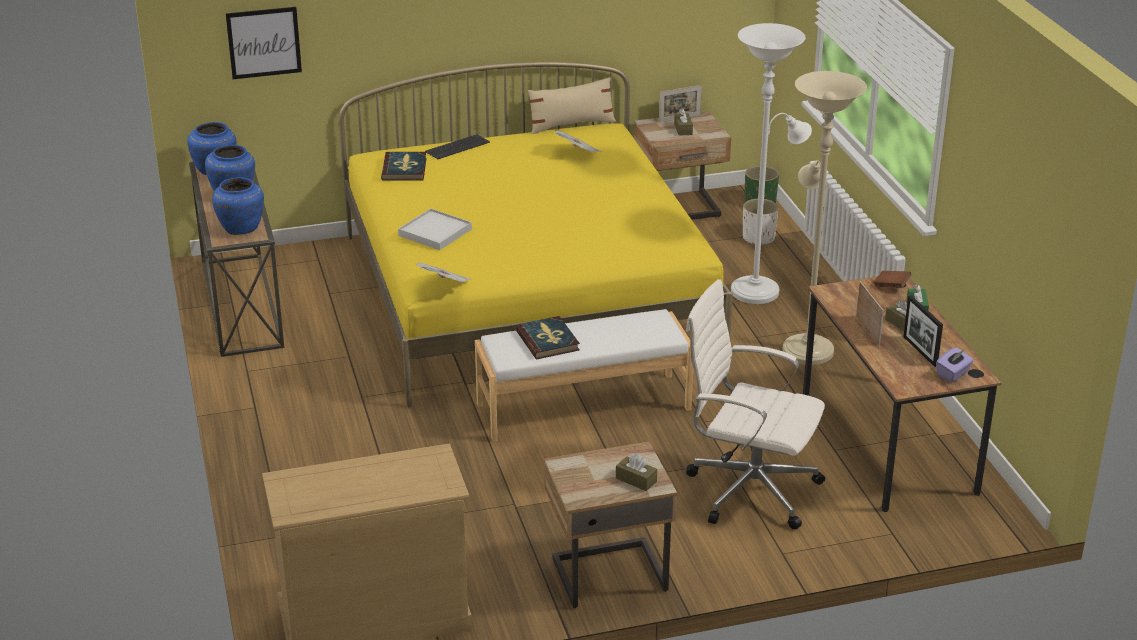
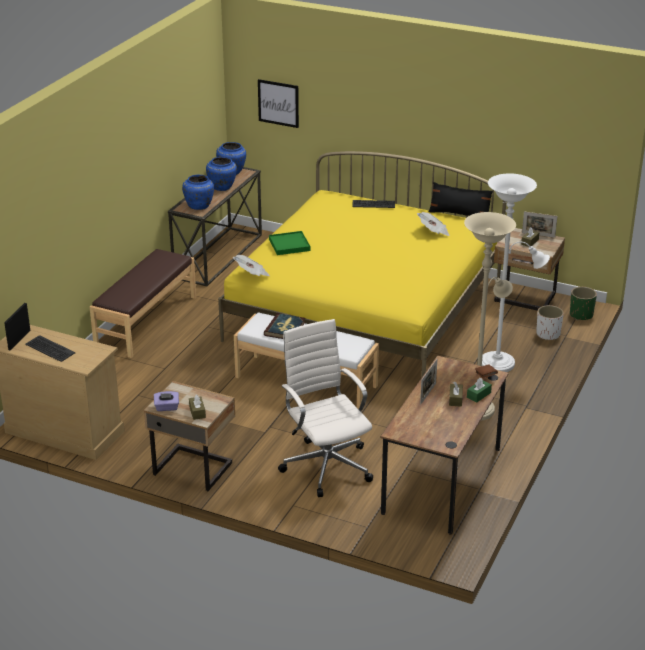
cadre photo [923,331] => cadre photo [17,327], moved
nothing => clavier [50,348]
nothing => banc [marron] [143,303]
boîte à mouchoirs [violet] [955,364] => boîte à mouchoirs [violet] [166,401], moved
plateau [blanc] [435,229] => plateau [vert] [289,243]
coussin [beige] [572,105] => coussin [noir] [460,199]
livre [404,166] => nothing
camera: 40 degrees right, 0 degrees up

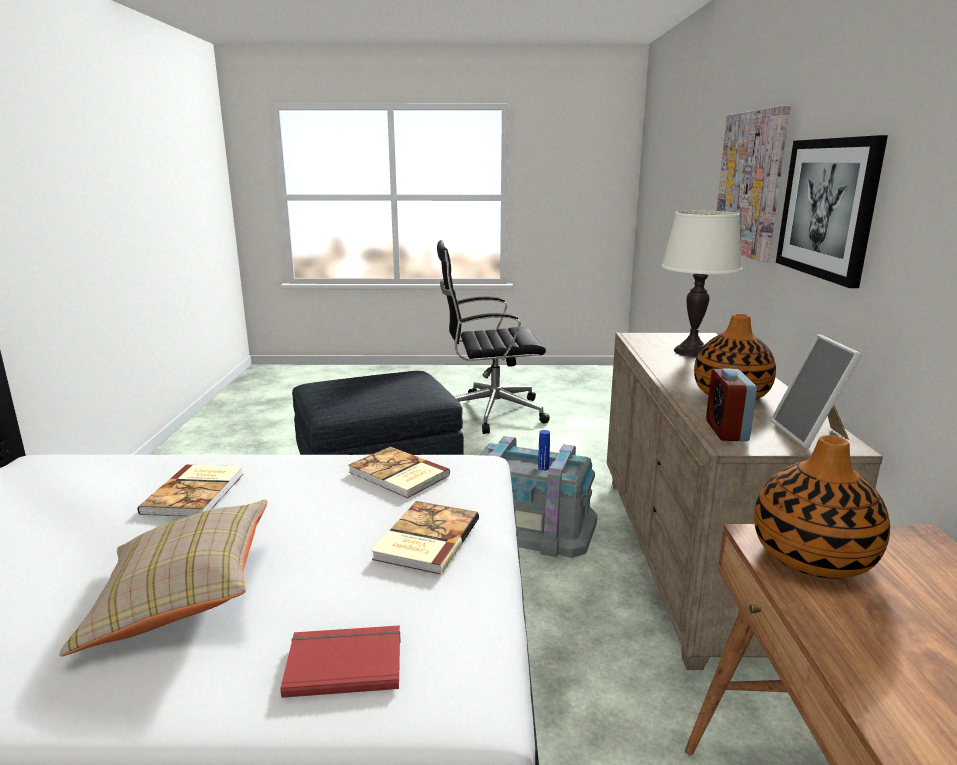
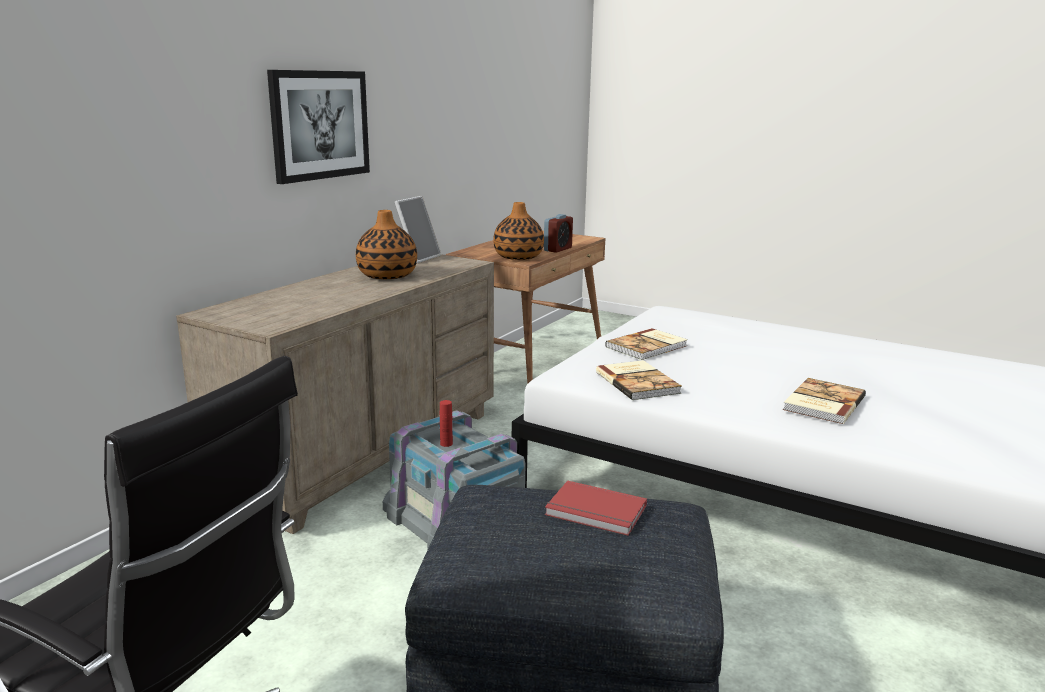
bouteille [bleu] [544,450] => bouteille [rouge] [446,423]
réveil [731,405] => réveil [558,233], moved
livre [rouge] [341,661] => livre [rouge] [596,507], moved
coussin [beige] [163,578] => nothing
lampe de table [blanc] [702,284] => nothing
tableau [753,183] => nothing
camera: 150 degrees left, 0 degrees up

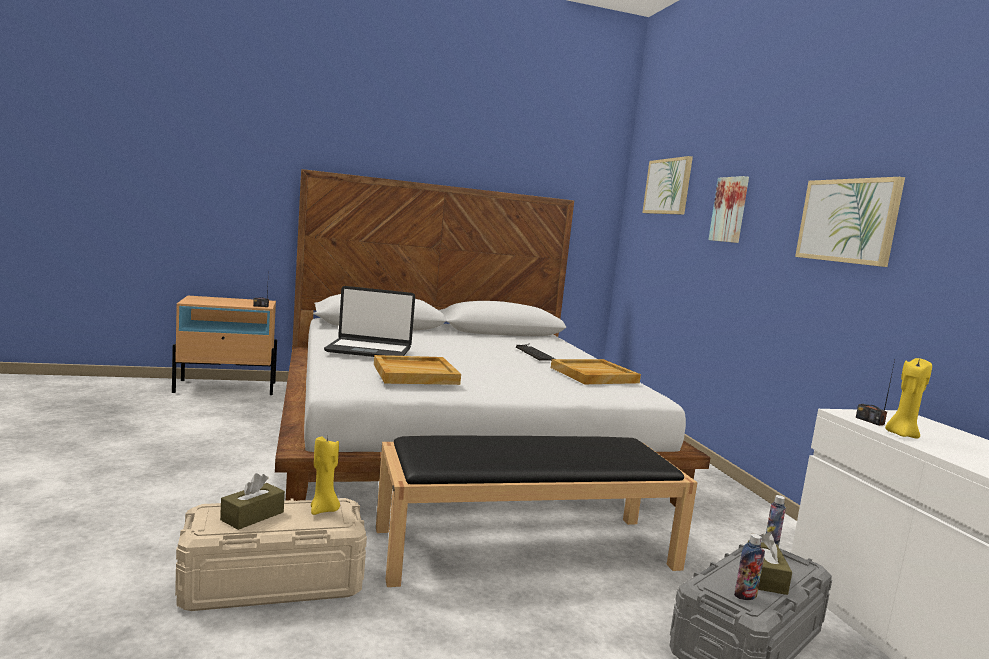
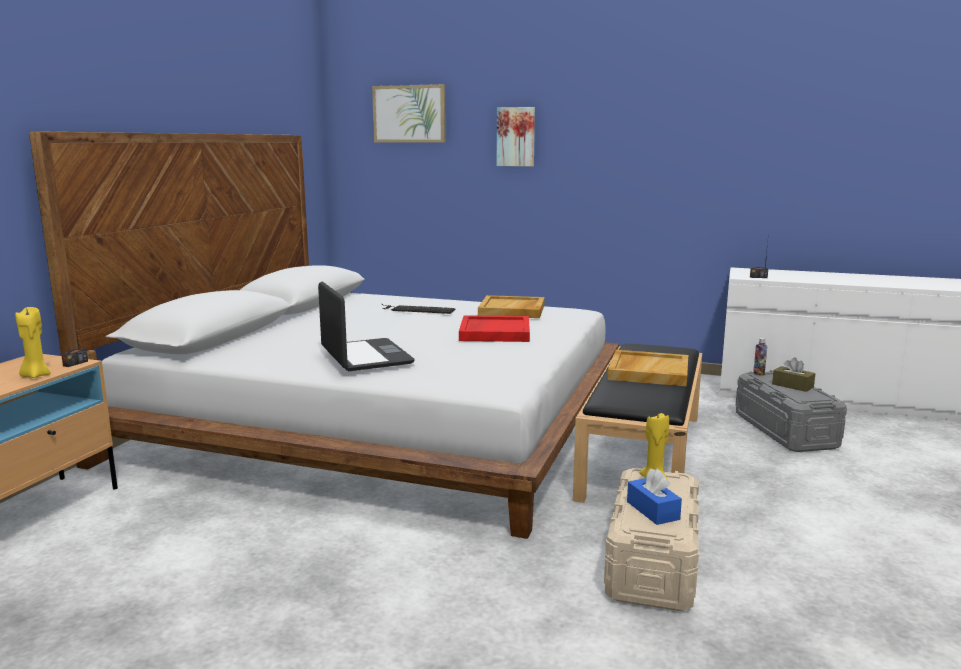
bougie [jaune] [908,398] => bougie [jaune] [33,342], moved
ordinateur portable [369,321] => ordinateur portable [366,326], 60 degrees counterclockwise
nothing => plateau [rouge] [494,328]
plateau [beige] [417,370] => plateau [beige] [647,368], moved
boîte à mouchoirs [marron] [252,501] => boîte à mouchoirs [bleu] [654,496]
bouteille [749,567] => nothing
tableau [850,222] => nothing
camera: 55 degrees left, 5 degrees up

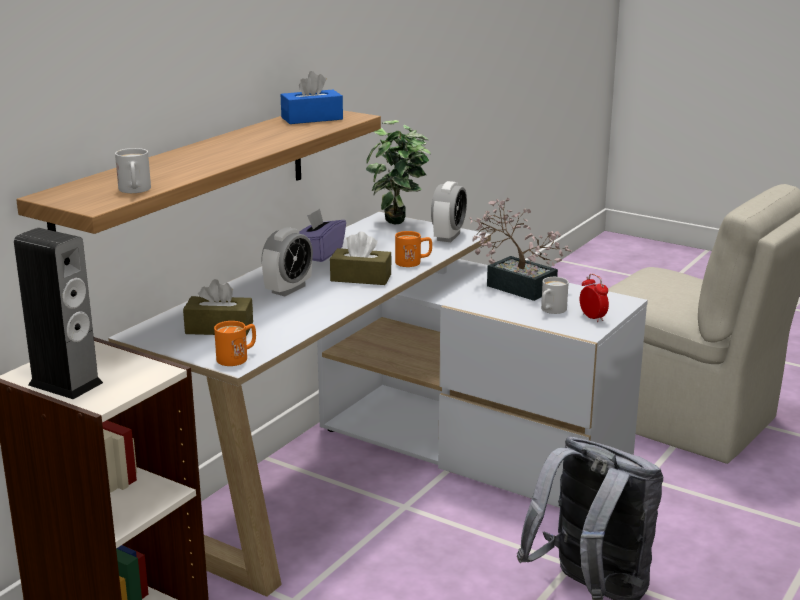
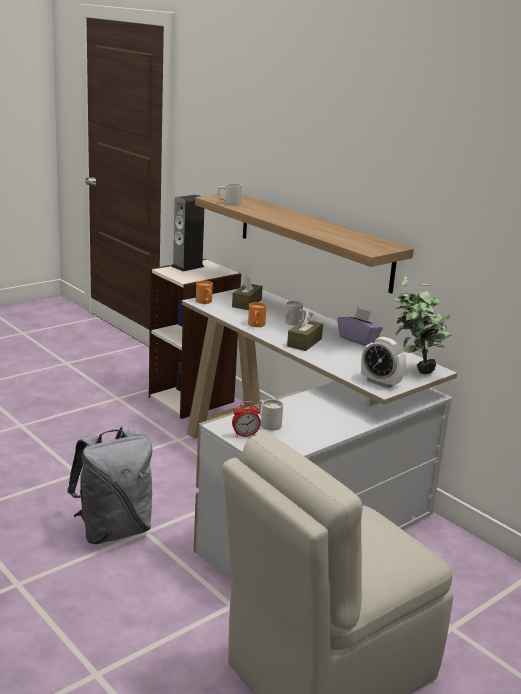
mug [orange] [413,249] => mug [orange] [257,314], moved
réveil [287,261] => mug [blanc] [295,313]
boîte à mouchoirs [bleu] [312,97] => nothing
plante en pot [520,249] => nothing
camera: 105 degrees right, 0 degrees up

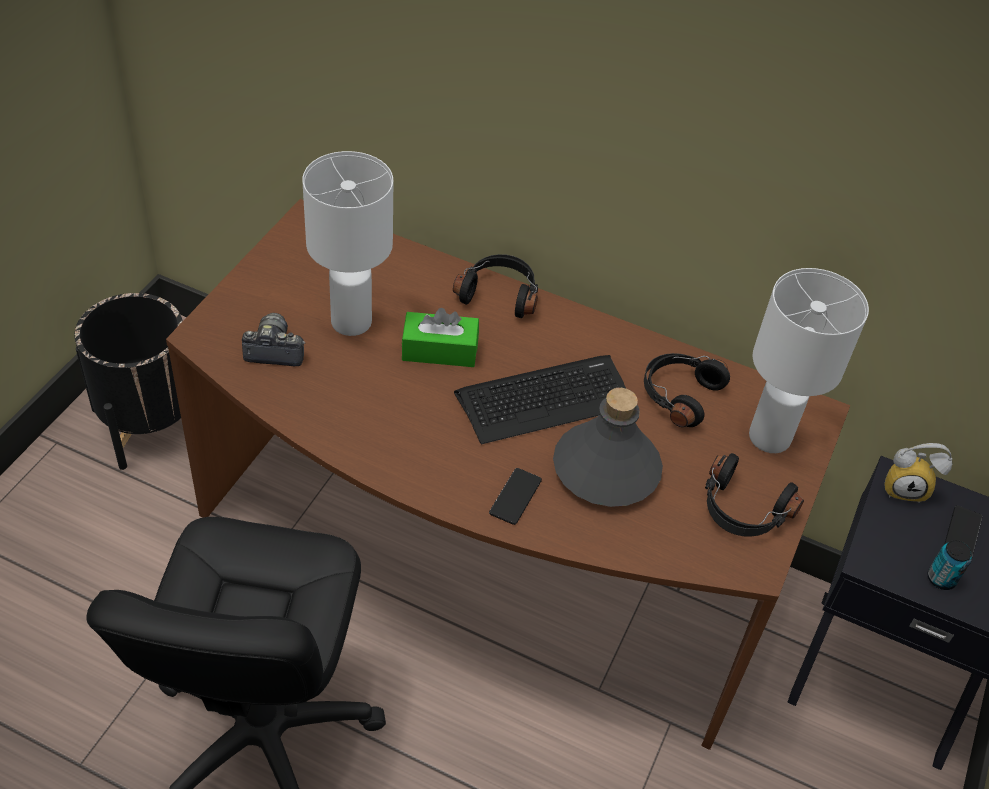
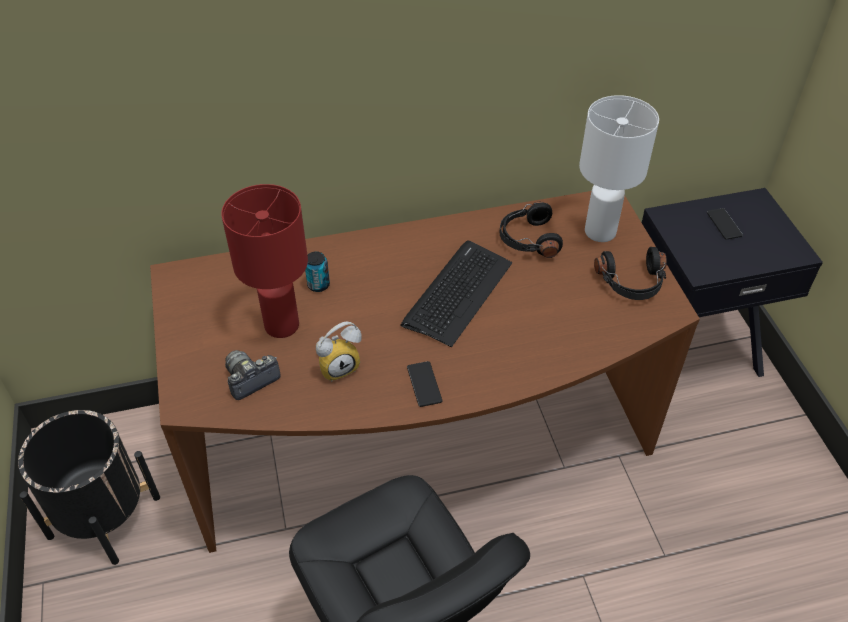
lampe de table [blanc] [348,243] => lampe de table [rouge] [264,261]
boîte métallique [949,565] => boîte métallique [317,271], moved
réveil [918,473] => réveil [339,351], moved
téléphone [515,496] => téléphone [424,384], moved
boîte à mouchoirs [vert] [440,337] => nothing
casque audio [noir] [495,286] => nothing
bouteille [gris] [608,447] => nothing
camera: 35 degrees left, 0 degrees up

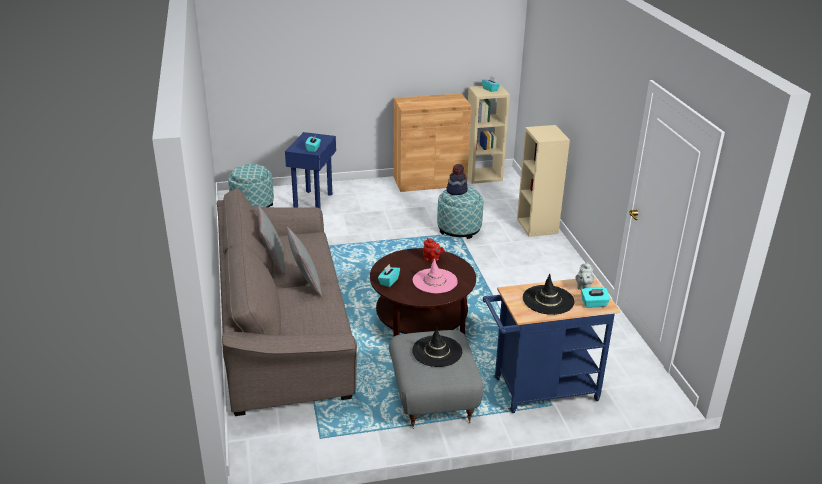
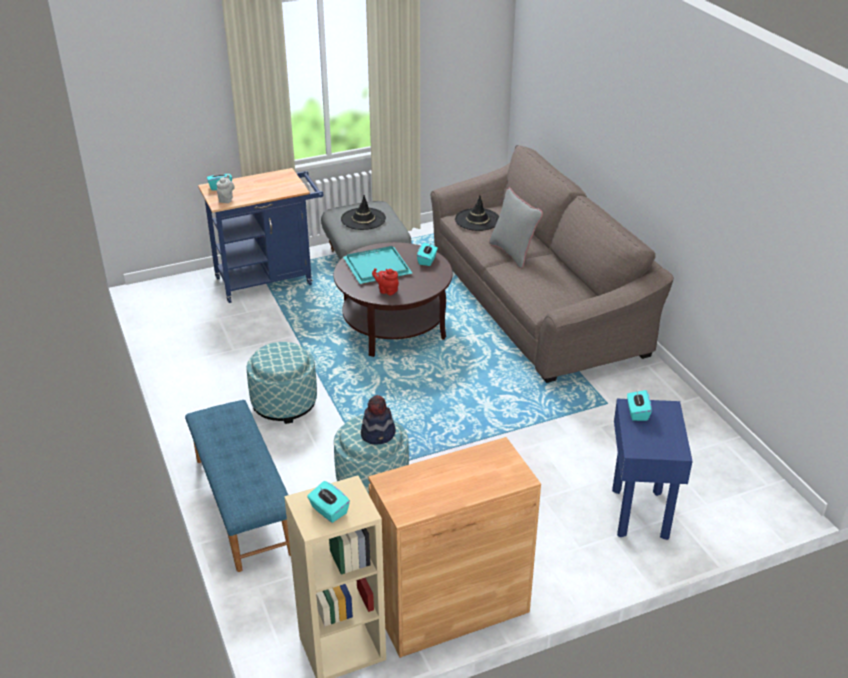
bibliothèque [beige] [543,181] => banc [bleu] [238,486]
pouf [251,185] => pouf [281,383], moved
chapeau [rose] [435,275] => plateau [turquoise] [377,265]
chapeau [noir] [548,294] => chapeau [noir] [477,213], moved
coussin [gris] [271,240] => nothing
camera: 170 degrees right, 5 degrees up

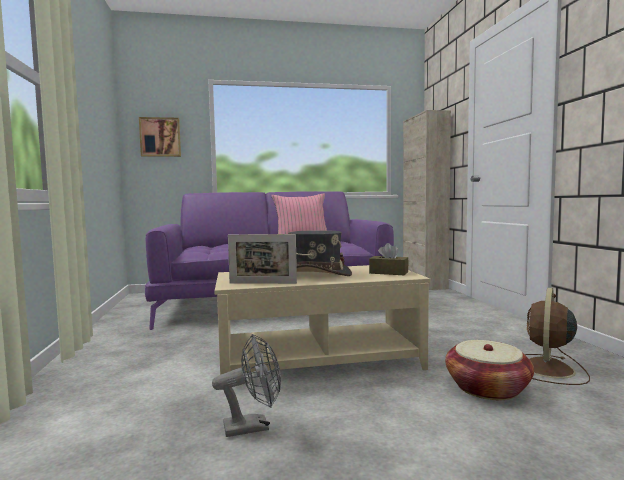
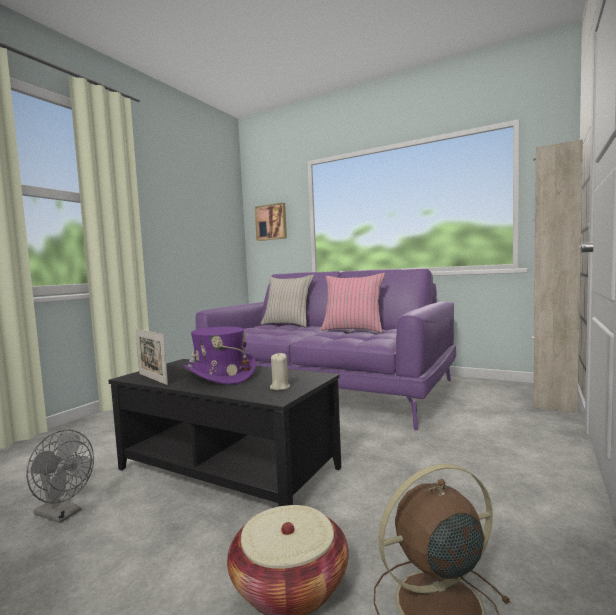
table basse [beige] [322,320] => table basse [noir] [224,432]
chapeau [gris] [320,253] => chapeau [violet] [219,355]
nothing => coussin [beige] [287,301]
boîte à mouchoirs [marron] [388,259] => bougie [beige] [280,371]
camera: 40 degrees right, 0 degrees up

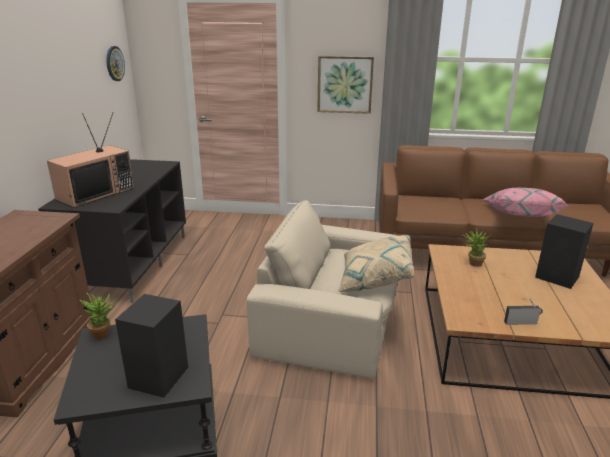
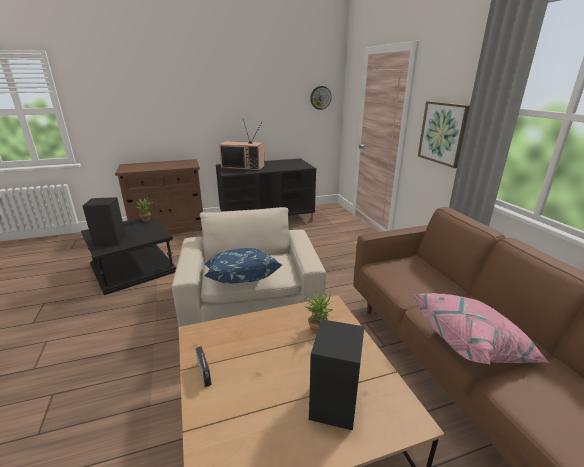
coussin [beige] [376,263] => coussin [bleu] [243,266]
camera: 65 degrees right, 0 degrees up

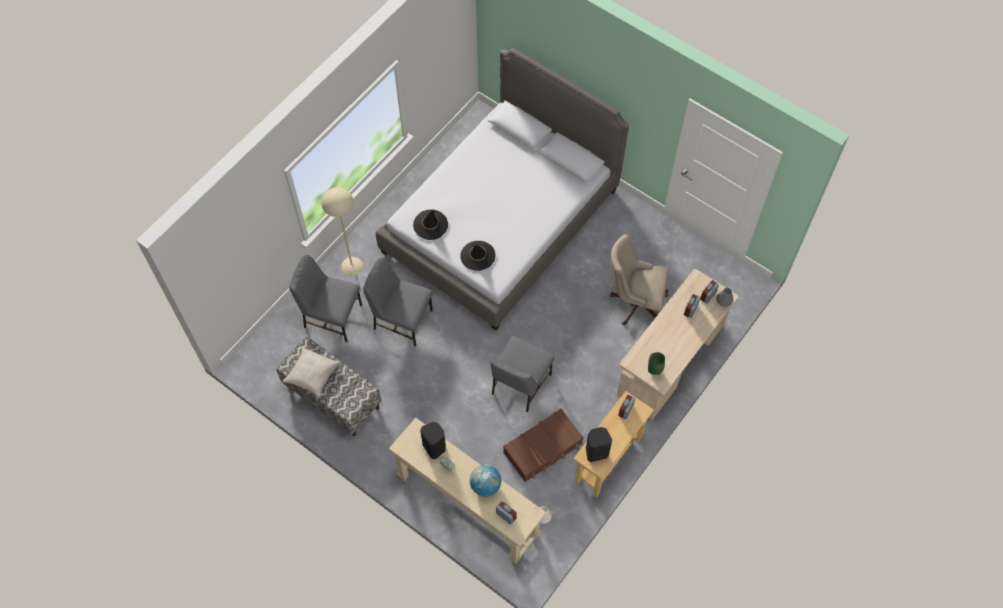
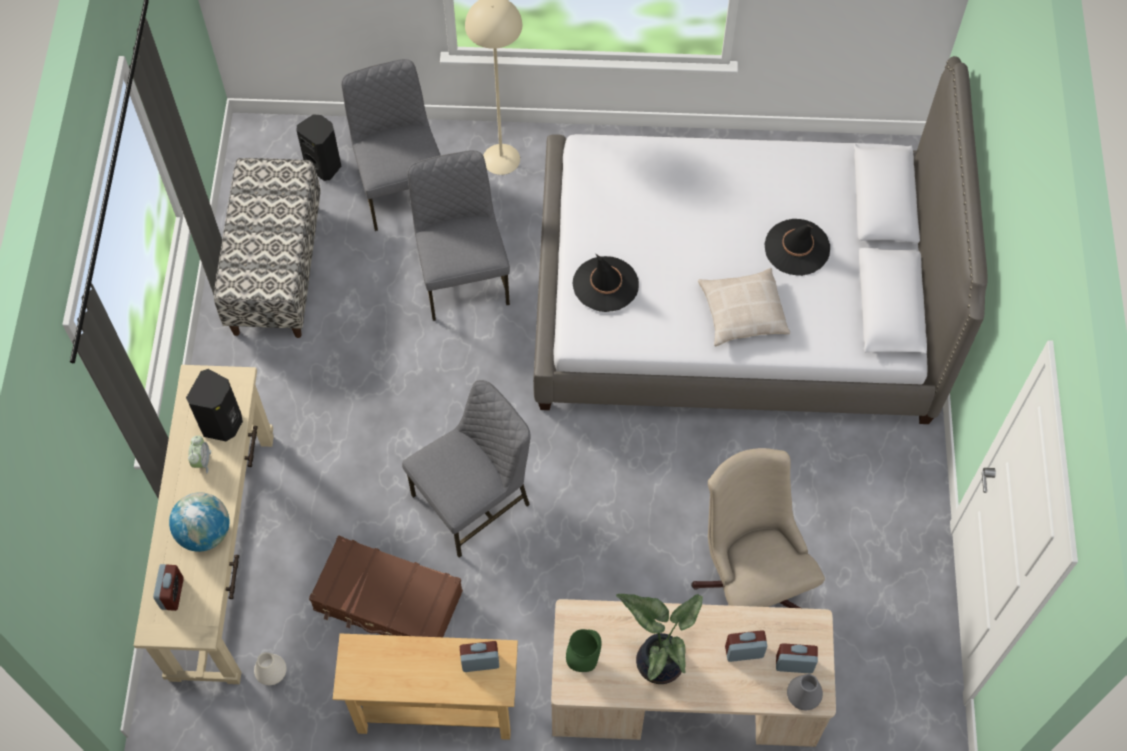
enceinte [noir] [599,444] => enceinte [noir] [318,147], moved
chaise [gris] [522,374] => chaise [gris] [466,469], 150 degrees clockwise
nothing => plante en pot [659,639]
coussin [beige] [311,372] => coussin [beige] [744,307], moved
chapeau [noir] [430,225] => chapeau [noir] [797,247], moved
camera: 55 degrees right, 0 degrees up

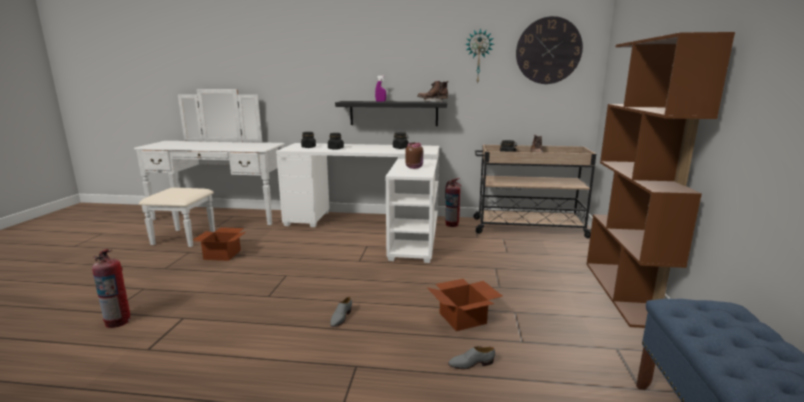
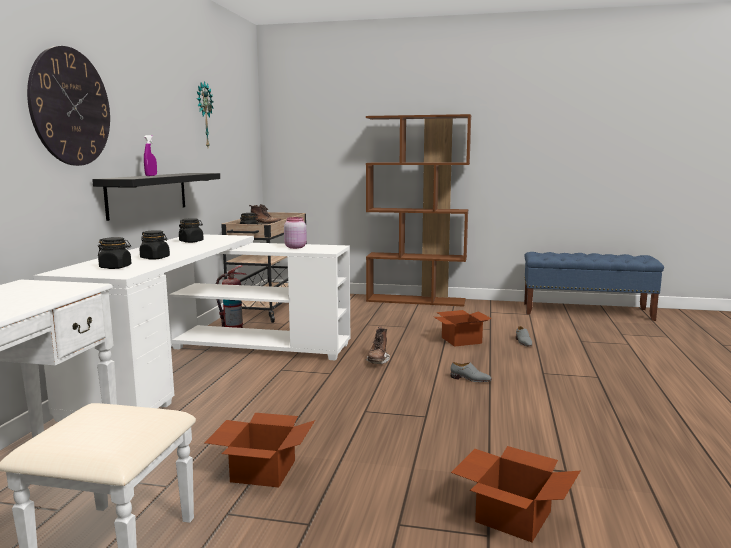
horloge murale [549,50] => horloge murale [68,106], moved
bocal [marron] [414,156] => bocal [rose] [295,233]
botte [marron] [433,91] => botte [marron] [378,345], moved
extincteur [111,288] => carton [515,494]
camera: 85 degrees left, 5 degrees down

